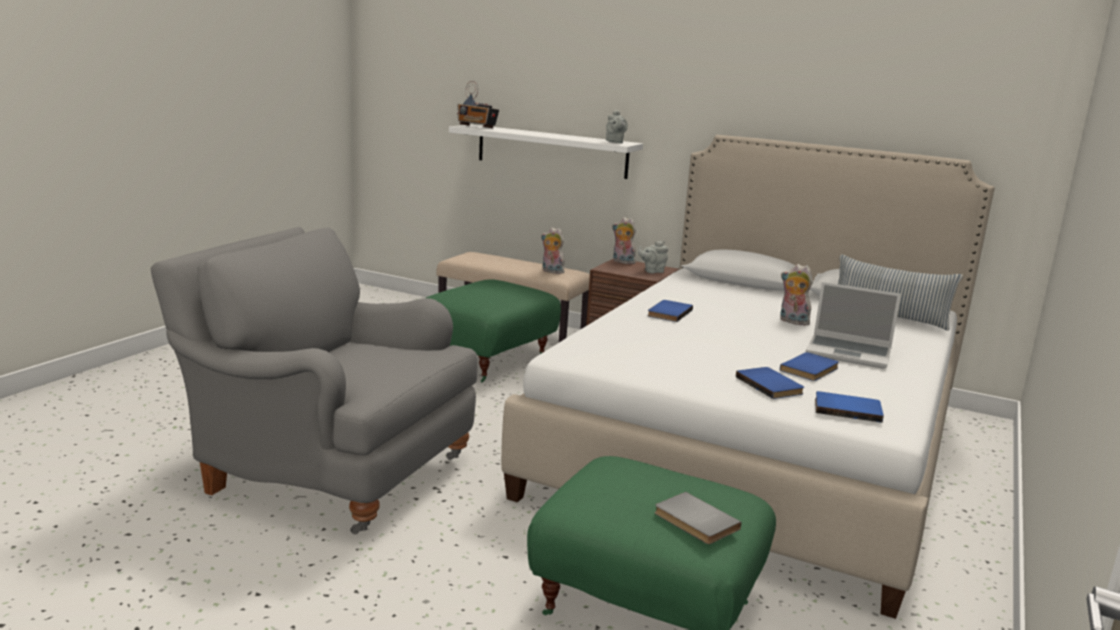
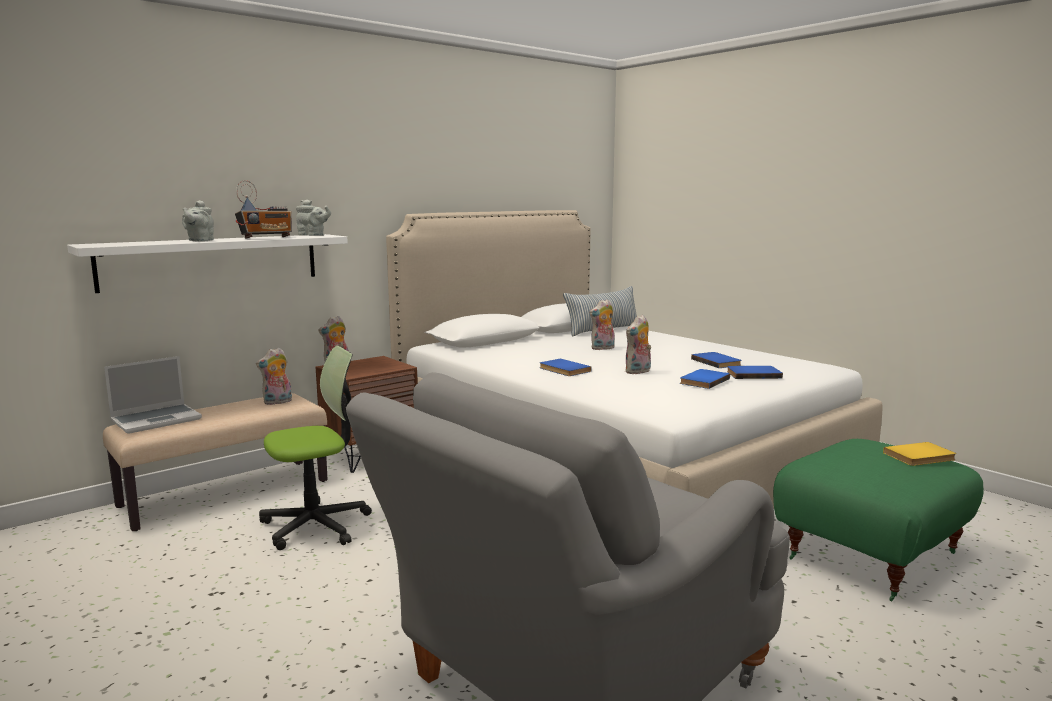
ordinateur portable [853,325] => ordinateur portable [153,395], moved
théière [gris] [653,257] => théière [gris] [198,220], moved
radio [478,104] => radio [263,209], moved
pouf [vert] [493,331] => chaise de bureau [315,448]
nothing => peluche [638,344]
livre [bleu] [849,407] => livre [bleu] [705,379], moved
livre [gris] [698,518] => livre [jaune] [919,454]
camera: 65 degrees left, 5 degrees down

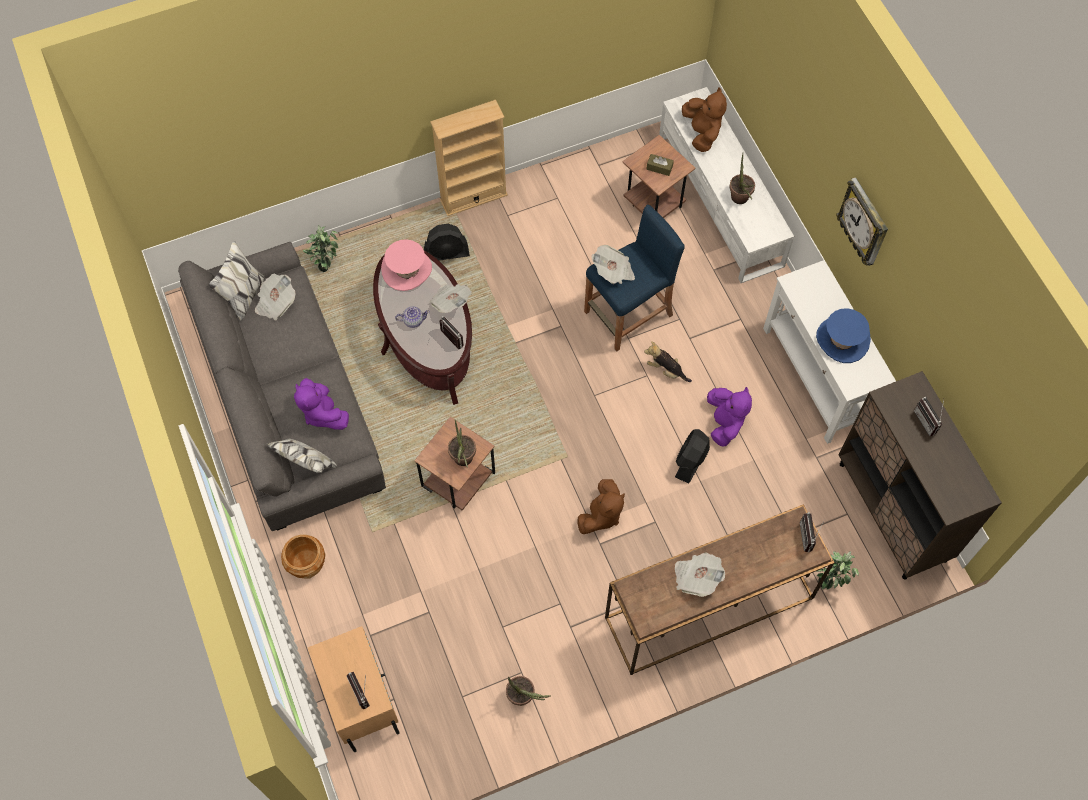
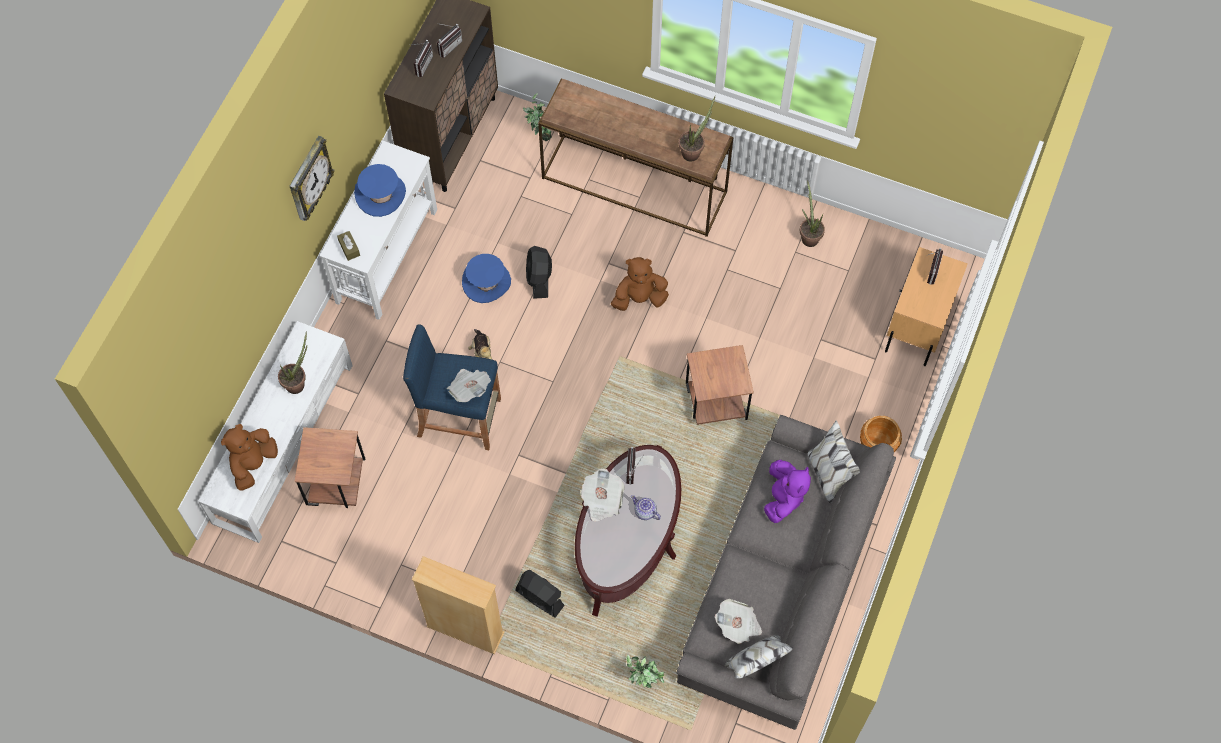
boîte à mouchoirs [marron] [660,165] => boîte à mouchoirs [marron] [348,246], moved
radio [812,532] => radio [449,40], moved
peluche [violet] [729,417] => chapeau [bleu] [486,278]
ventilateur [noir] [692,456] => ventilateur [noir] [539,272], 105 degrees clockwise
plante en pot [462,444] => plante en pot [697,128], moved
chapeau [rose] [406,265] => nothing
journal [700,574] => nothing
camera: 135 degrees left, 0 degrees up

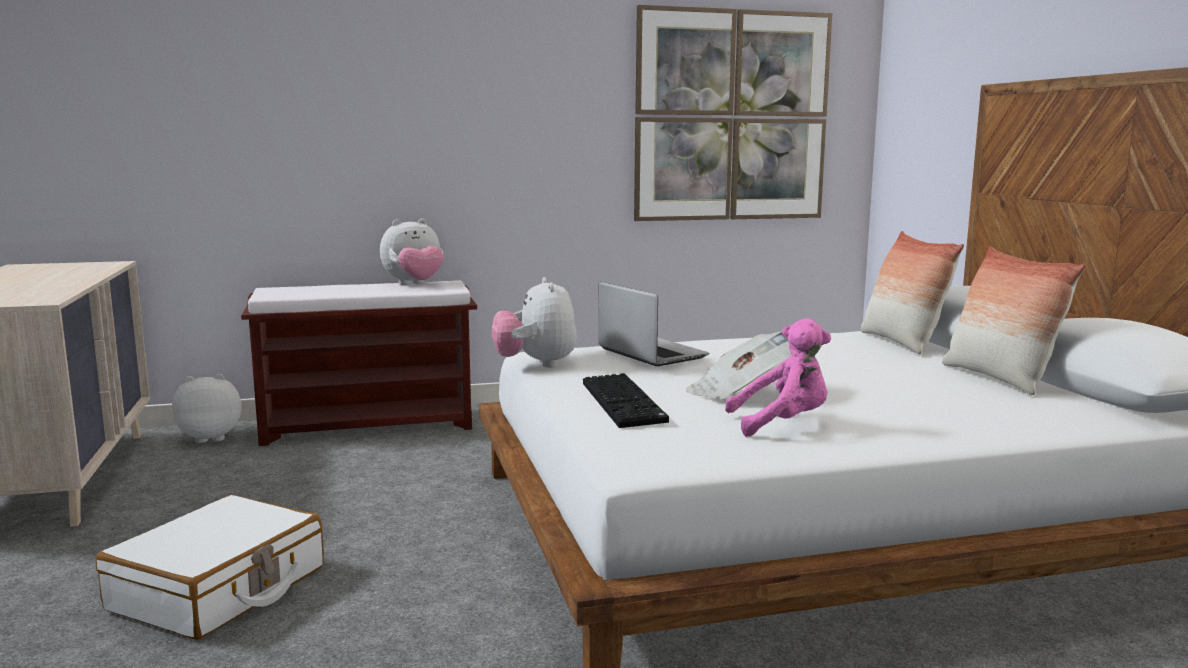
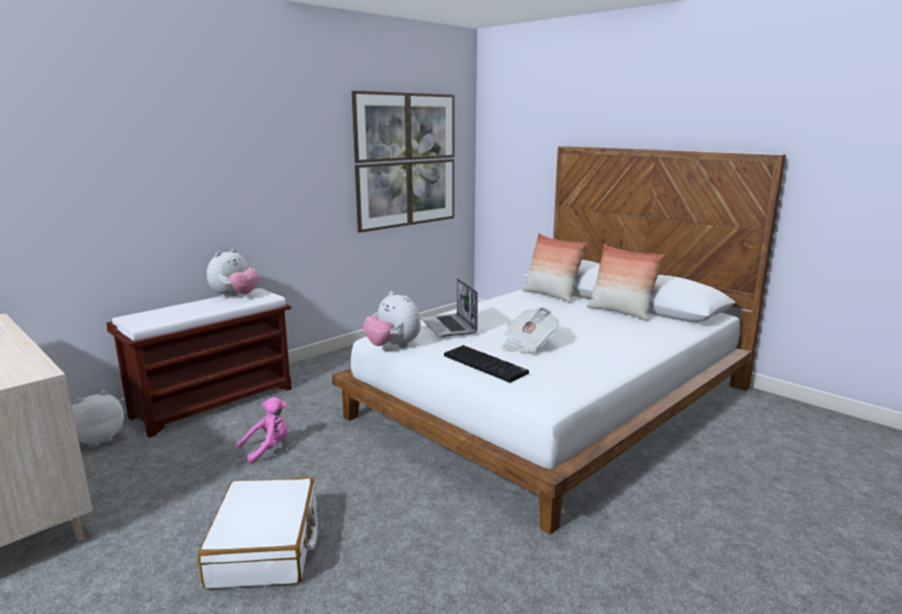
peluche [rose] [778,377] => peluche [rose] [263,430], moved
ordinateur portable [653,323] => ordinateur portable [449,307], 135 degrees counterclockwise
camera: 30 degrees left, 5 degrees up

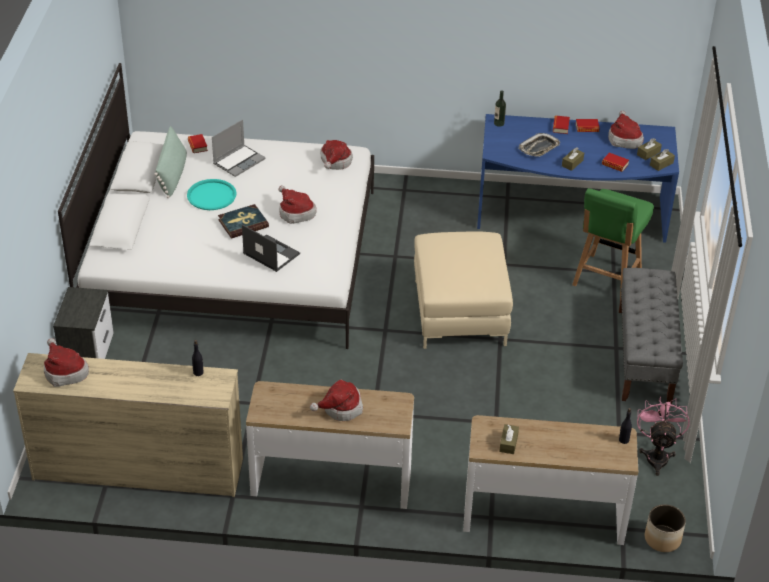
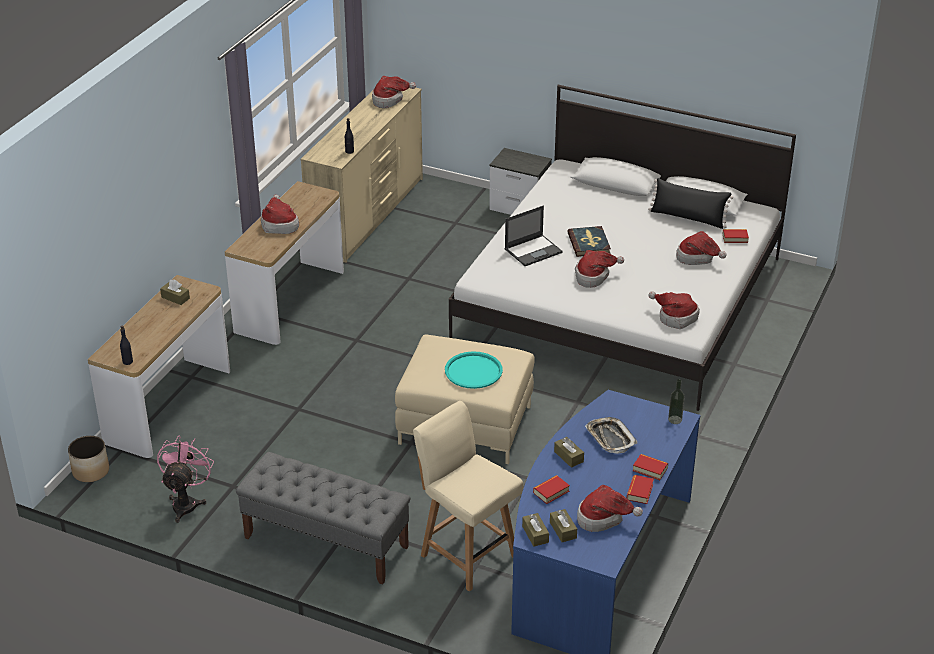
ventilateur [rose] [663,436] => ventilateur [rose] [185,479], 105 degrees counterclockwise
chaise [vert] [613,243] => chaise [beige] [468,496]
plateau [turquoise] [211,194] => plateau [turquoise] [474,370], moved
coussin [vert] [170,162] => coussin [noir] [690,203]
ordinateur portable [238,148] => chapeau [701,248]
camera: 110 degrees right, 5 degrees down

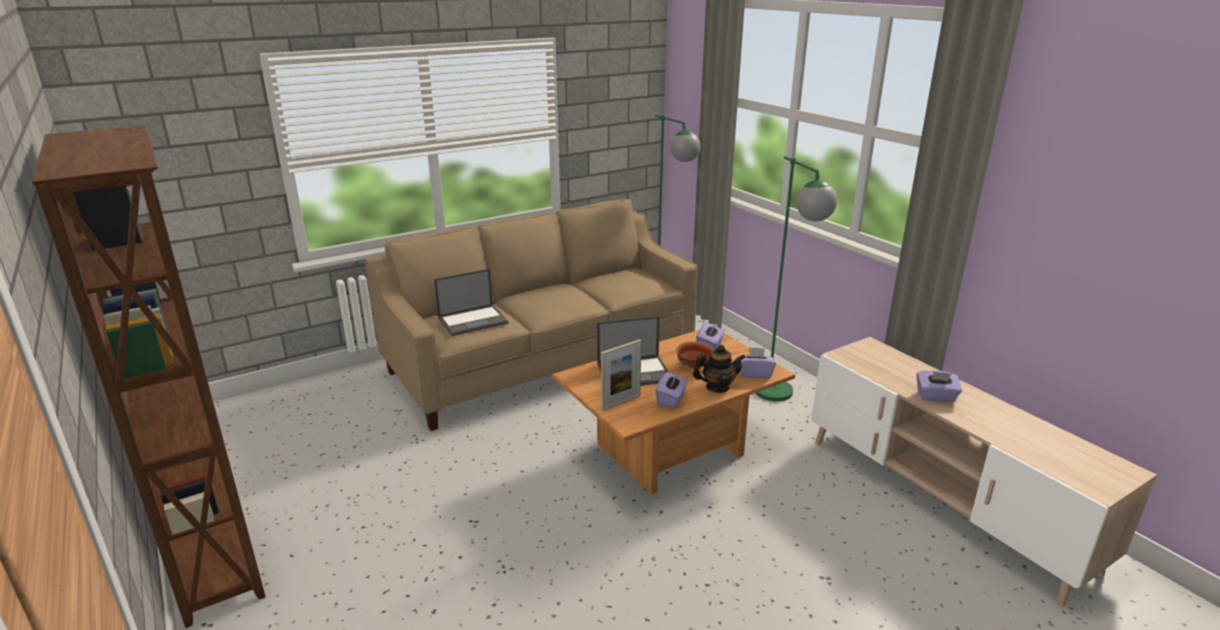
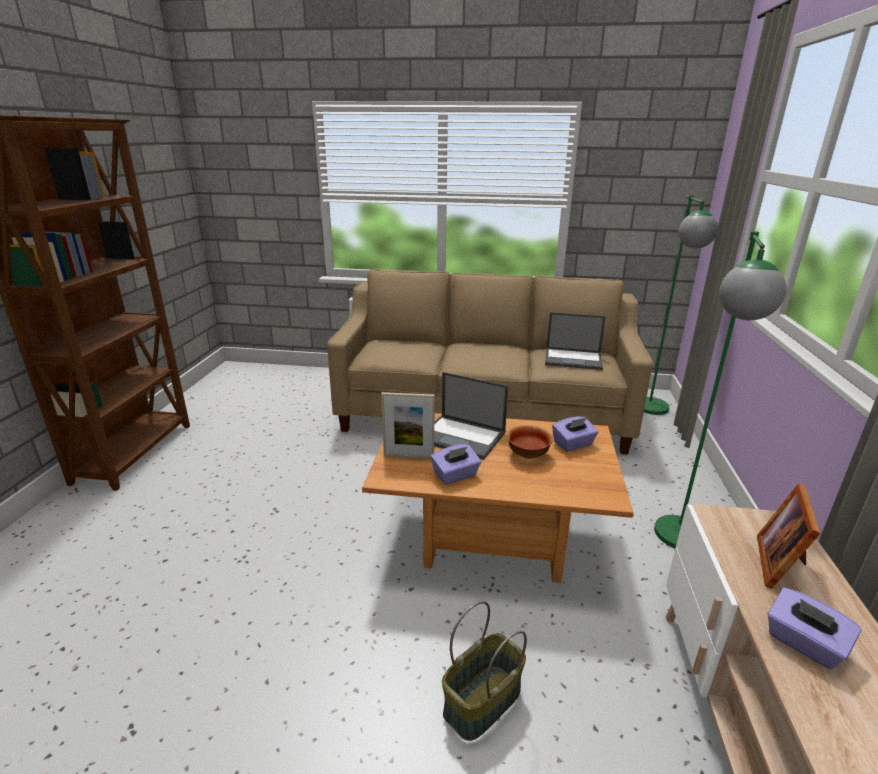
nothing => panier [484,671]
ordinateur portable [471,302] => ordinateur portable [575,341], moved
nothing => cadre photo [789,536]
théière [719,369] => nothing
boîte à mouchoirs [violet] [756,362] => nothing
camera: 40 degrees right, 0 degrees up

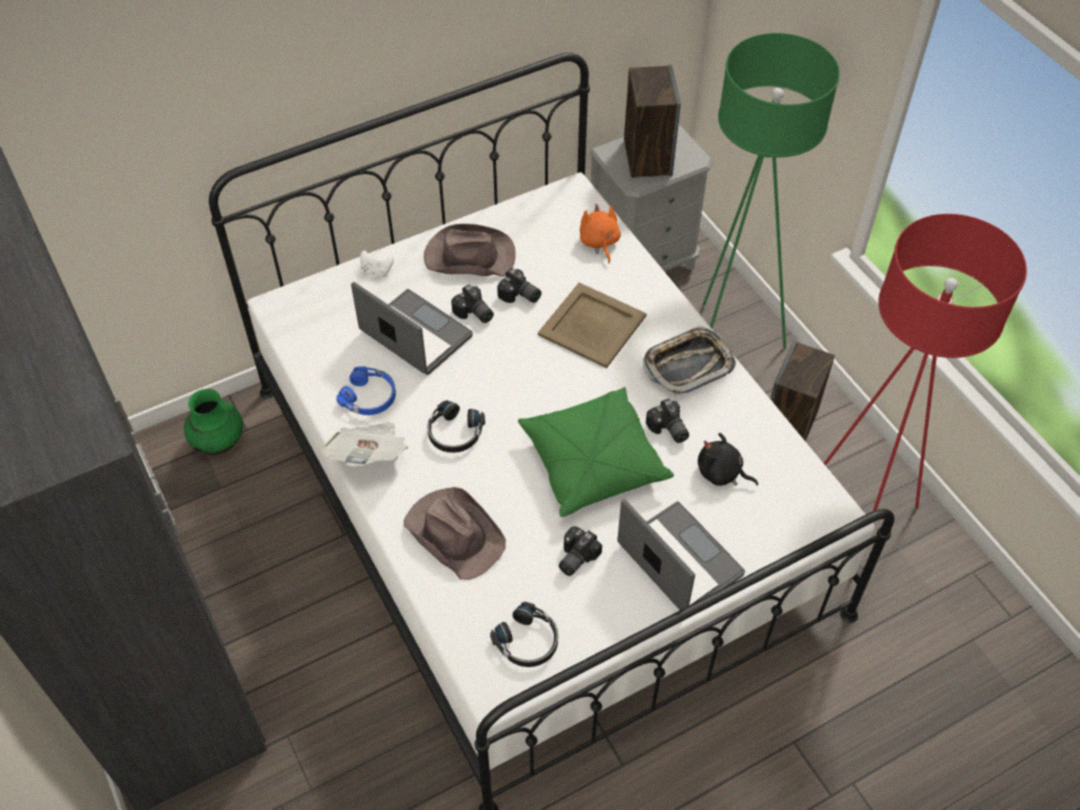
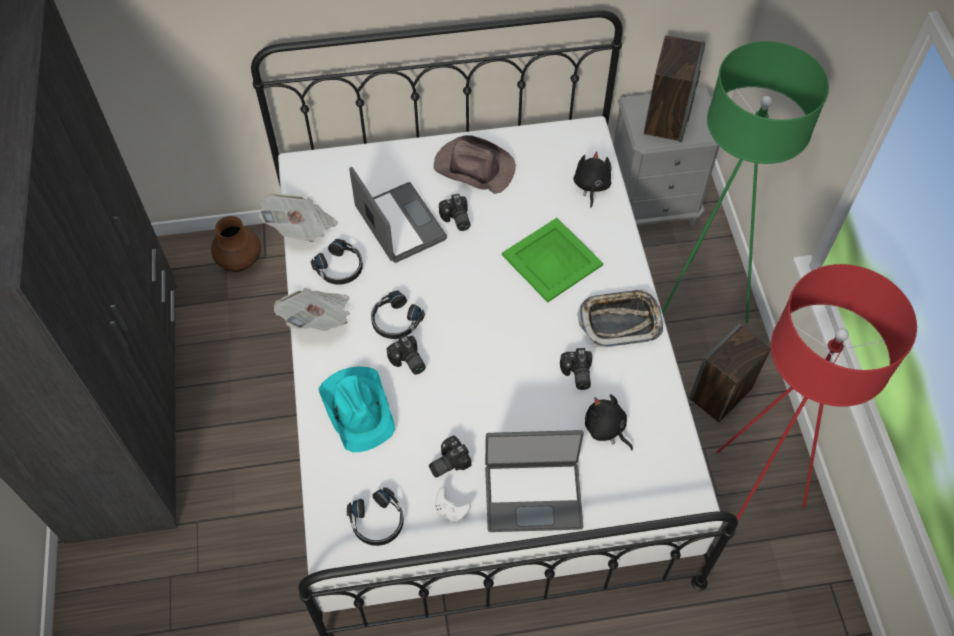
vase [vert] [213,422] => vase [marron] [236,244]
nothing => journal [298,217]
casque audio [bleu] [366,390] => casque audio [noir] [336,262]
chapeau [marron] [455,533] => chapeau [turquoise] [357,409]
appareil photo [519,285] => appareil photo [406,354], moved
manette [blanc] [377,263] => manette [blanc] [453,505], moved
ordinateur portable [681,554] => ordinateur portable [534,481], 105 degrees clockwise
plateau [beige] [592,325] => plateau [vert] [552,260]
peluche [orange] [600,233] => peluche [noir] [592,179]
coussin [vert] [596,452] => nothing
camera: 20 degrees right, 5 degrees up

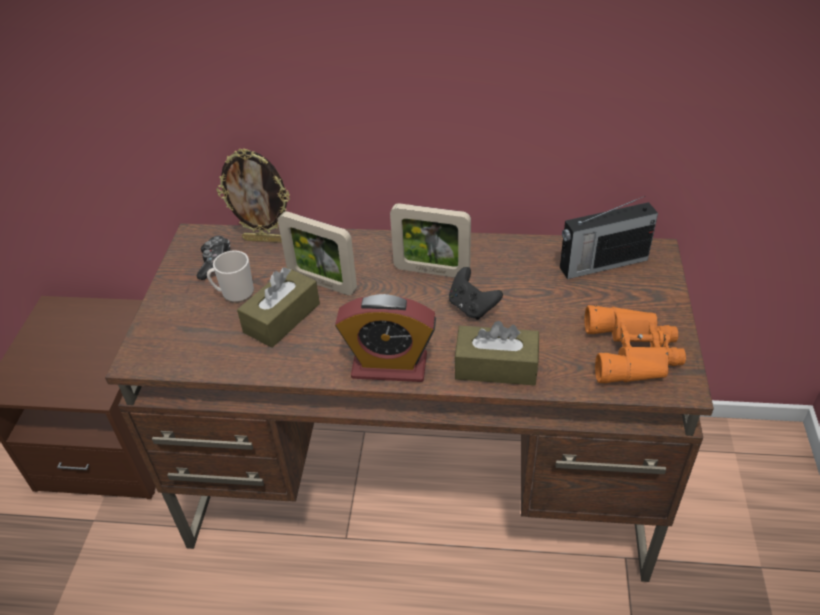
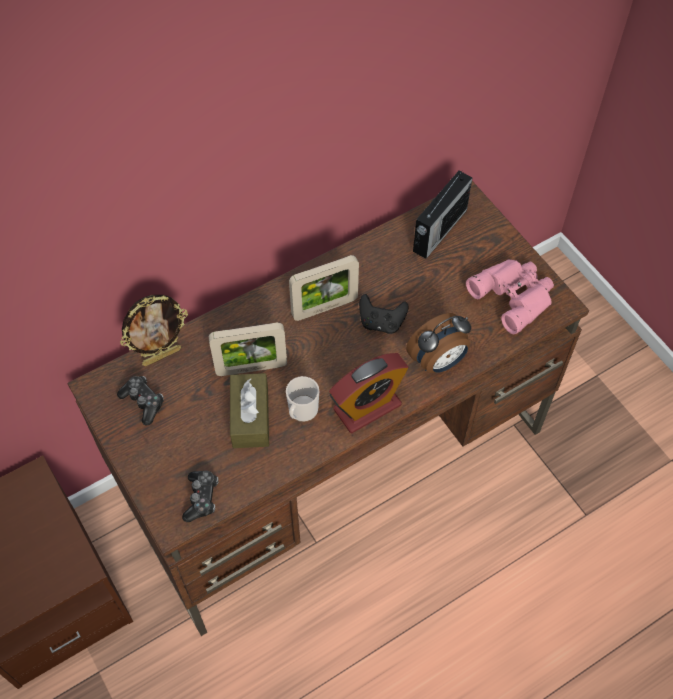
nothing => manette [200,496]
mug [230,276] => mug [302,399], moved
boîte à mouchoirs [marron] [496,353] => réveil [438,343]
jumelles [orange] [635,344] => jumelles [rose] [510,297]
camera: 40 degrees left, 15 degrees up

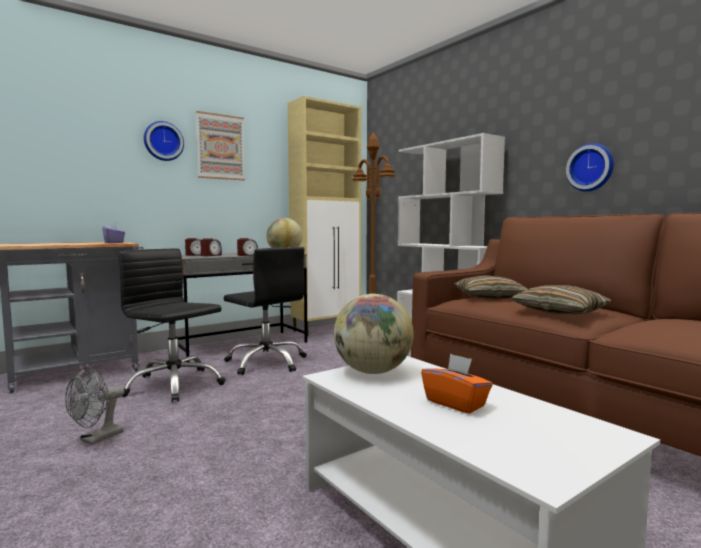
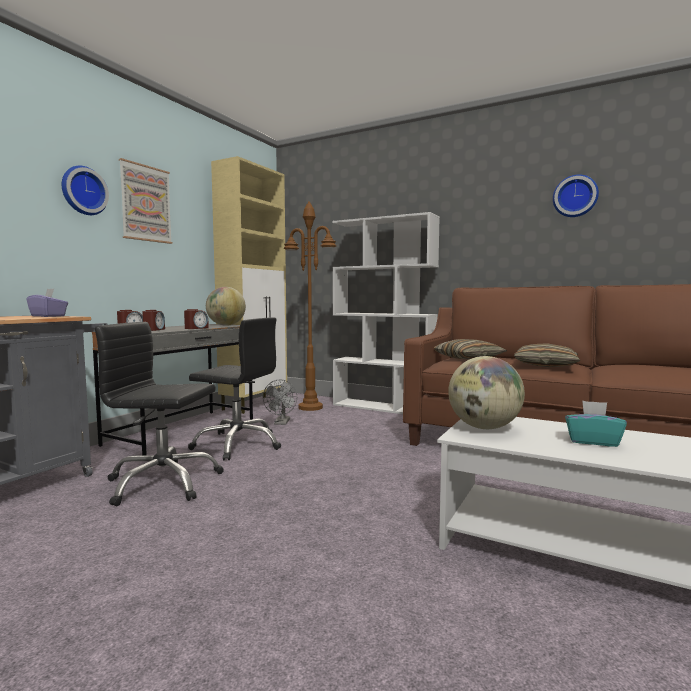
ventilateur [gris] [94,406] => ventilateur [gris] [280,402], moved
horloge murale [590,167] => horloge murale [576,196], moved
boîte à mouchoirs [orange] [457,383] => boîte à mouchoirs [turquoise] [596,424]
camera: 25 degrees left, 0 degrees up

